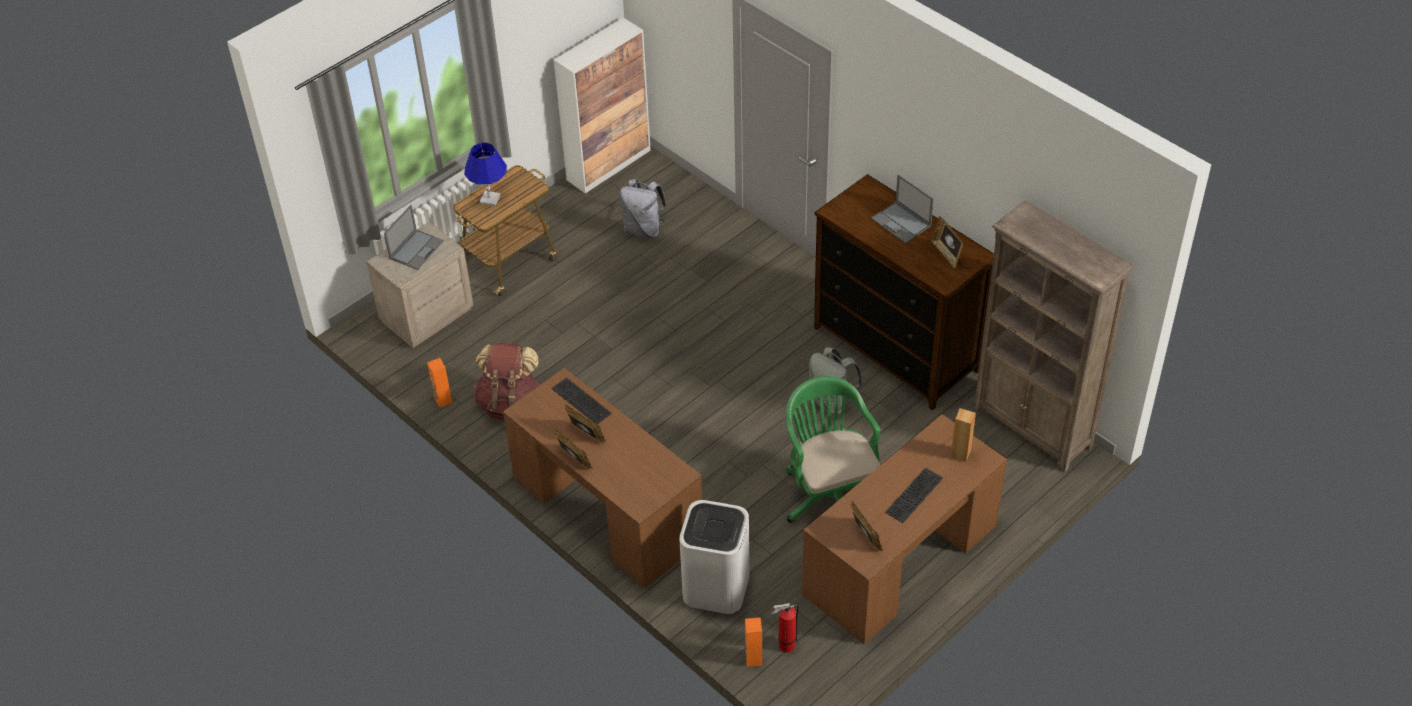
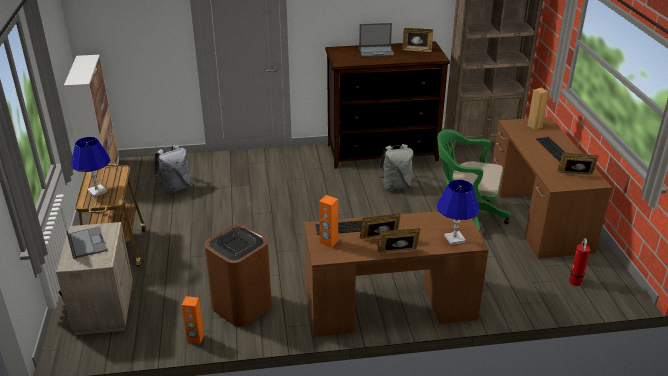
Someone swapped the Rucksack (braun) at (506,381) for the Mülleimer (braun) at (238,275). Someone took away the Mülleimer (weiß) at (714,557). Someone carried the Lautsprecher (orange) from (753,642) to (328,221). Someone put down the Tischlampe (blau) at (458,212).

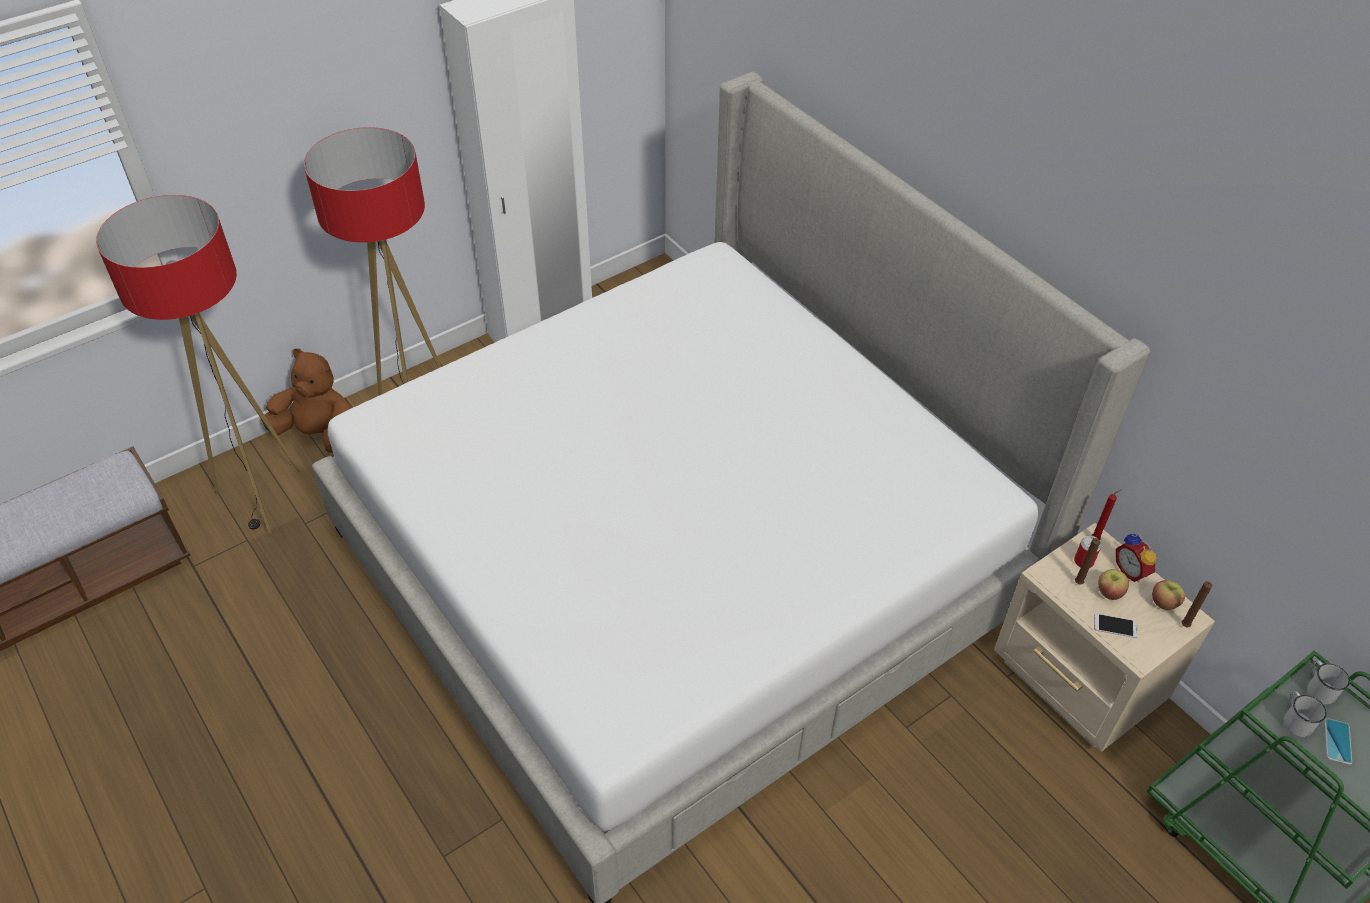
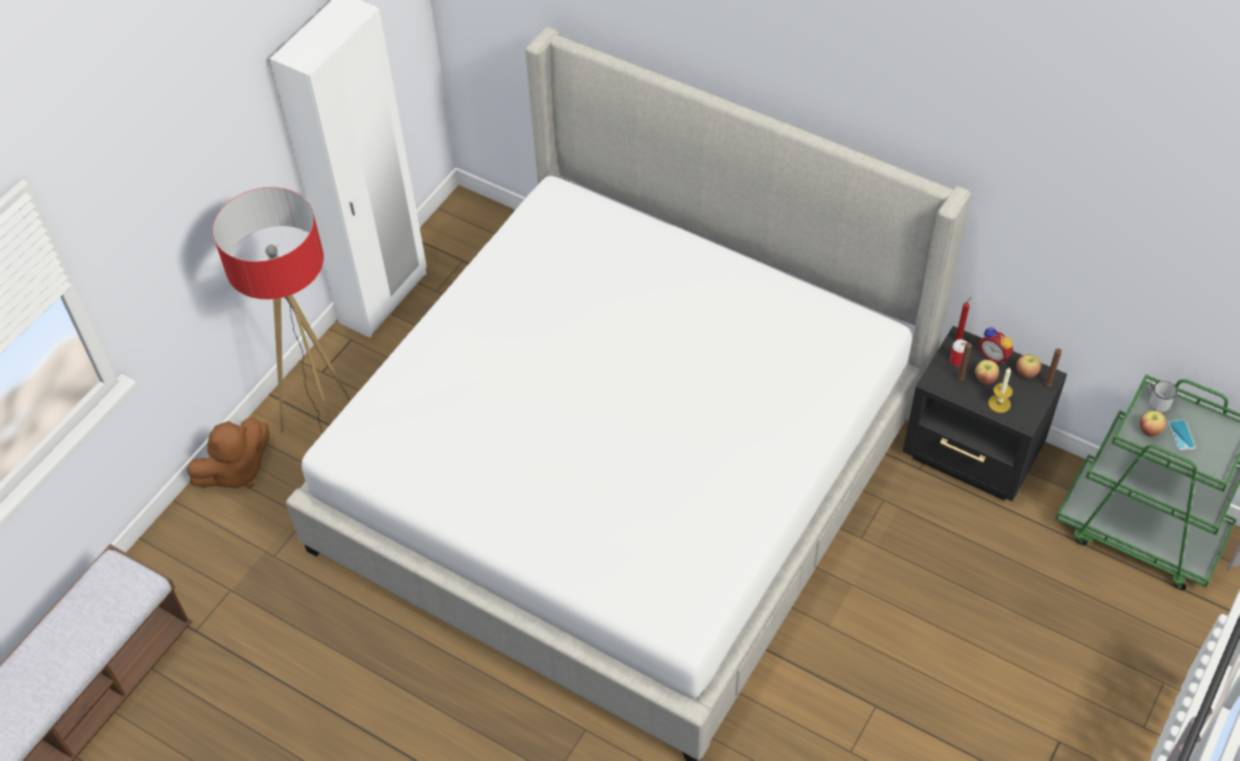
Someone took away the Stehlampe at (198,364). Someone rotated the Plüschtier (braun) at (306,401) by 150 degrees clockwise. Someone repainted the Nachttisch (beige) at (1104,637), which became the Nachttisch (schwarz) at (985,413). Someone swapped the Handy at (1116,625) for the Kerze at (1000,390). Someone swapped the Henkelbecher (weiß) at (1305,714) for the Apfel at (1153,423).

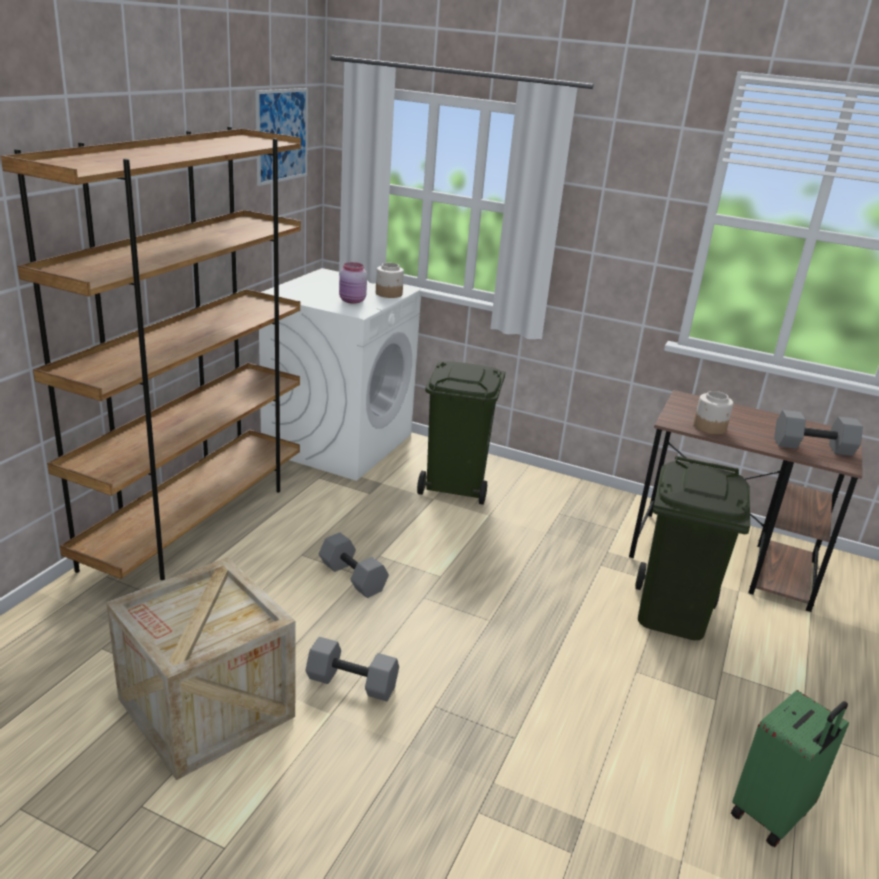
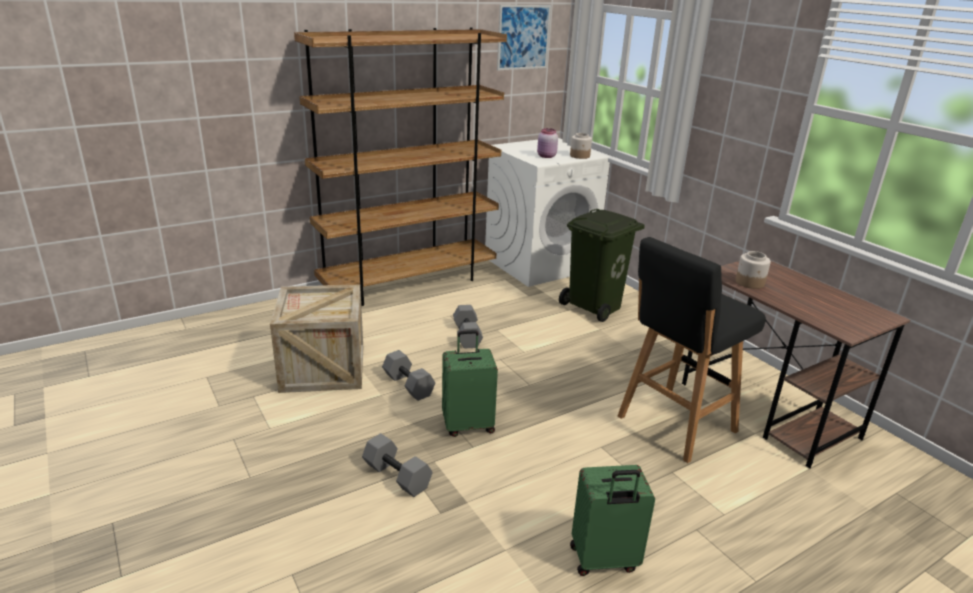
Someone carried the Hantel (grau) from (818,433) to (397,465). Someone swapped the Mülleimer (grün) at (692,548) for the Hocker (schwarz) at (692,350). Someone put down the Koffer (grün) at (470,383).

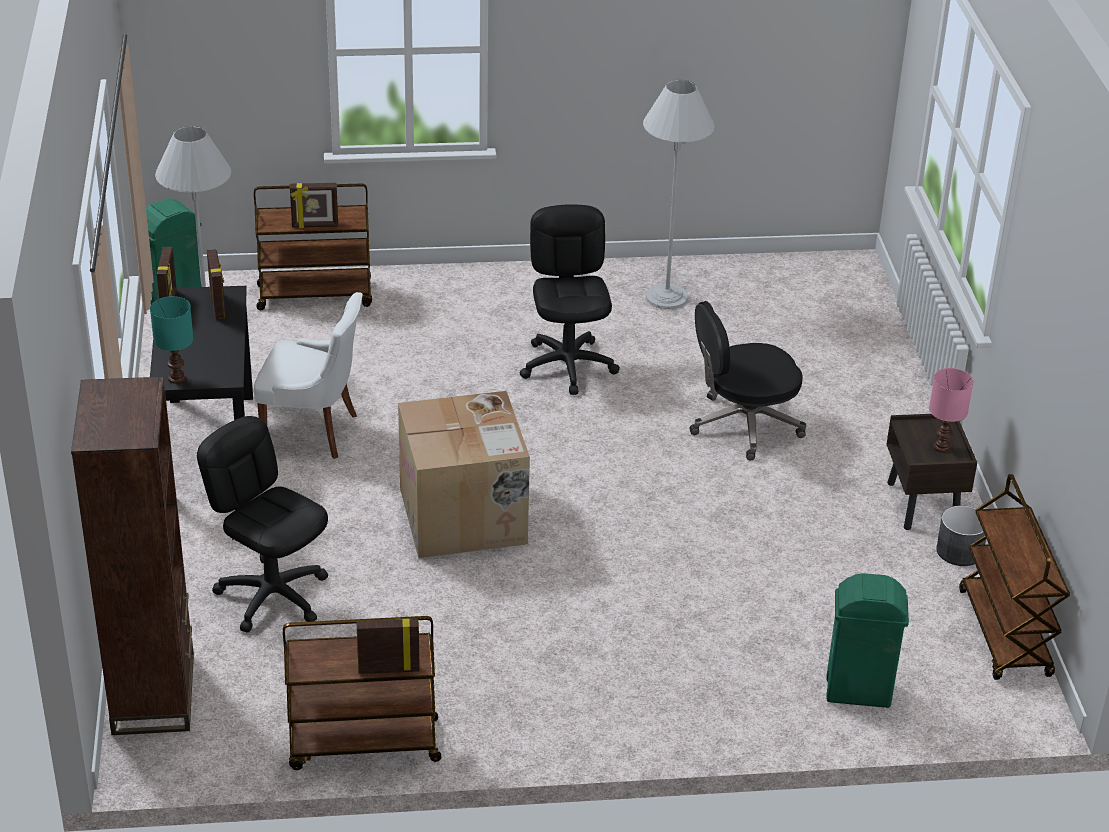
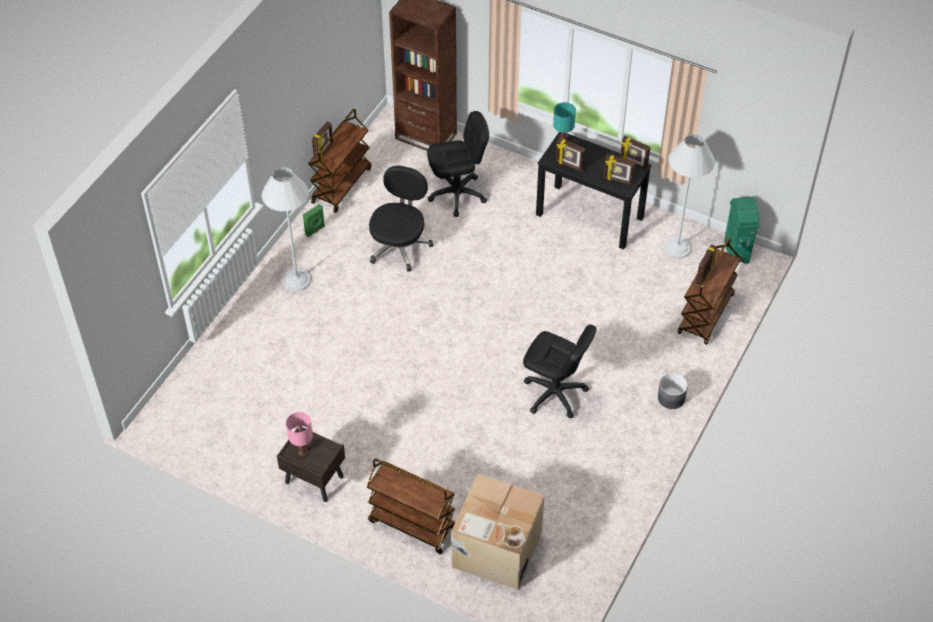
Someone carried the Stehlampe (weiß) from (679,194) to (286,229). Someone took away the Stuhl (weiß) at (308,375). Someone carried the Bürostuhl (schwarz) from (748,380) to (401,218). Someone carried the Karton from (464,474) to (498,532). Someone carried the Rollwagen (braun) from (1014,577) to (410,506). Someone carried the Pflanzkübel (grau) from (961,535) to (673,391). Someone took away the Mülleimer (grün) at (867,640). Someone put down the Bilderrahmen at (570,155). Someone put down the Lautsprecher (grün) at (314,220).

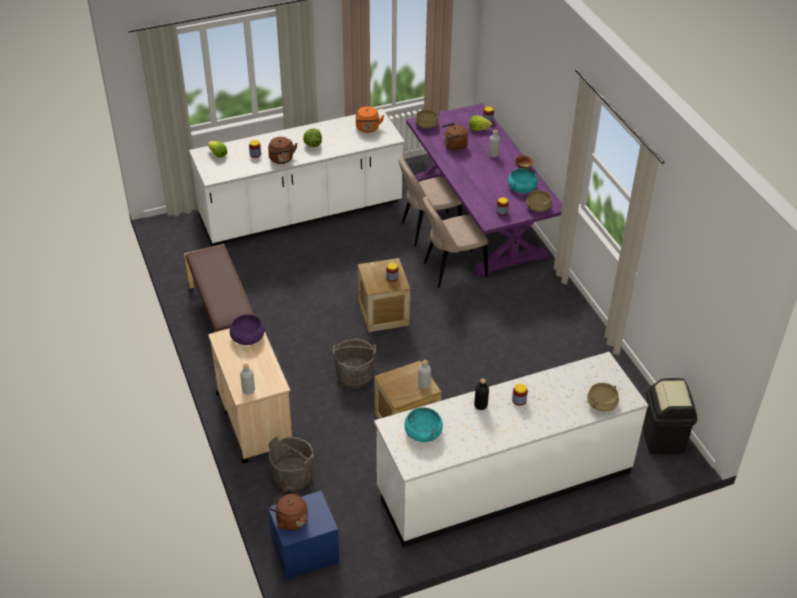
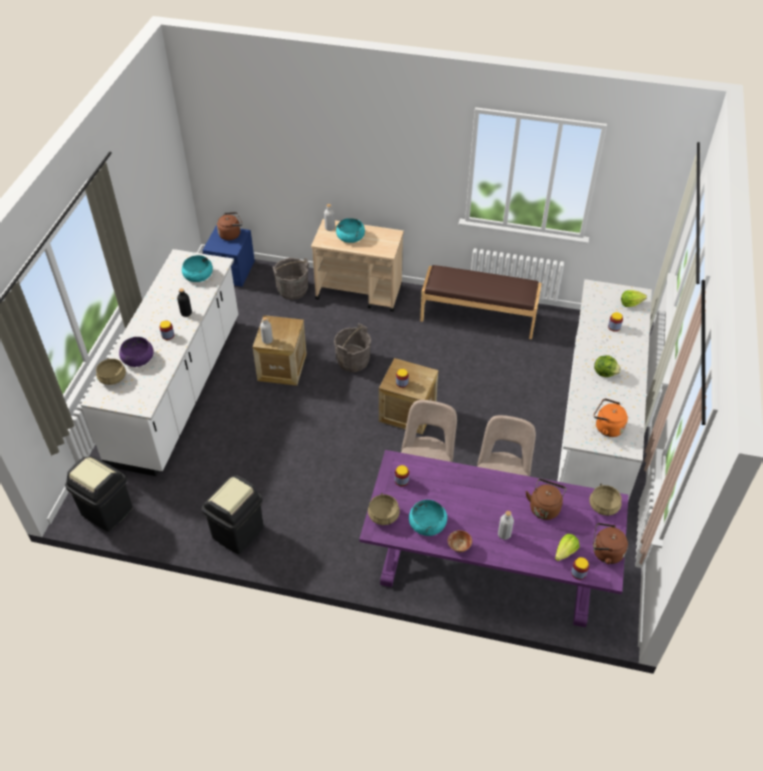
Someone carried the Wasserkessel (braun) from (282,150) to (610,543). Someone carried the Schüssel (lila) from (247,329) to (136,352). Someone put down the Schüssel (türkis) at (350,230). Someone put down the Mülleimer (schwarz) at (233,514).

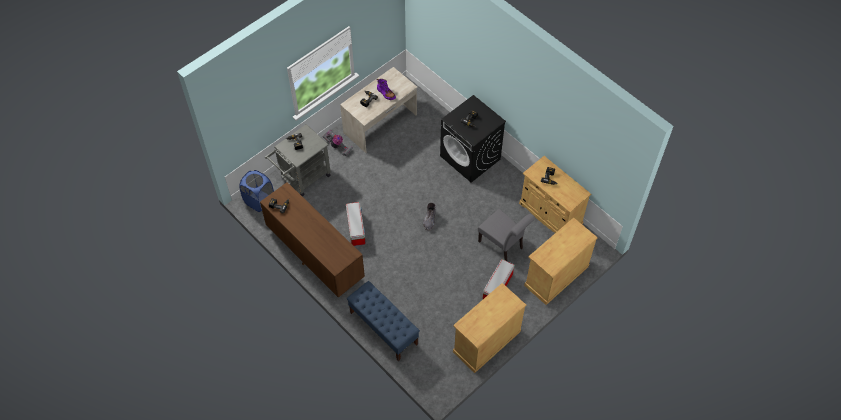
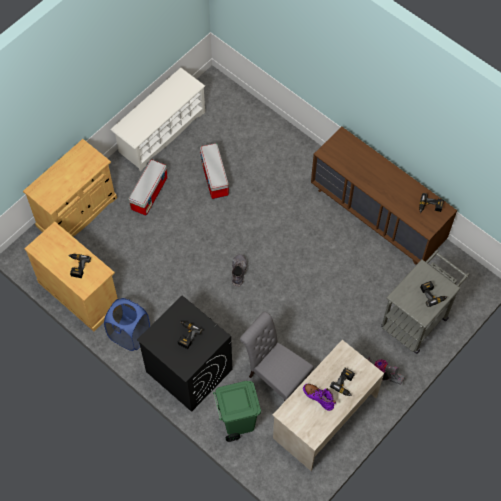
Someone carried the Wäschekorb (blau) from (256,191) to (127,324). Someone carried the Aufbewahrungsbox from (356,224) to (214,171). Someone carried the Stuhl (grau) from (506,235) to (277,356). Someone took away the Bank (blau) at (383,321). Someone swapped the Schrank (beige) at (489,328) for the Schuhregal (weiß) at (158,119). Someone put down the Mülleimer (grün) at (237,411).

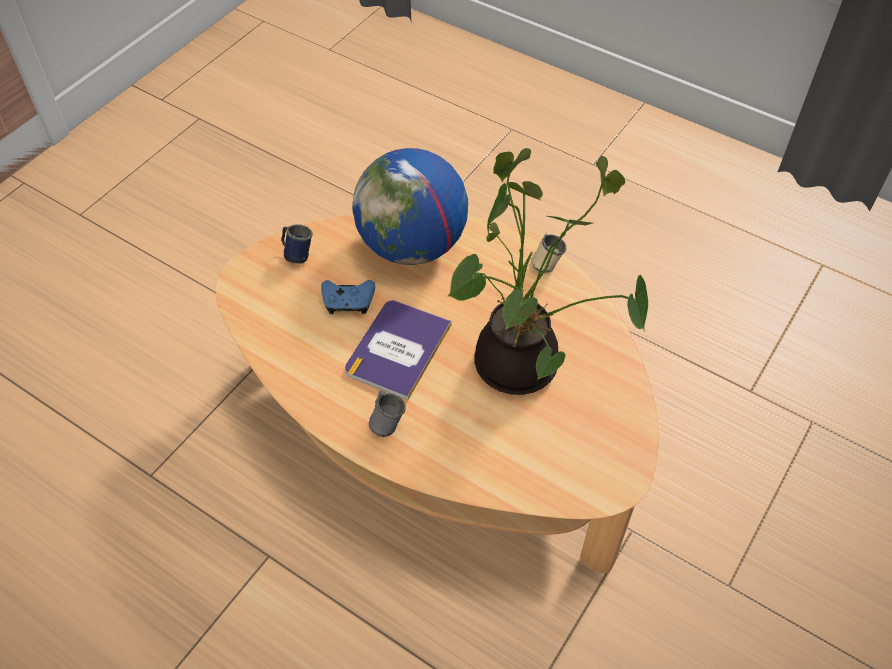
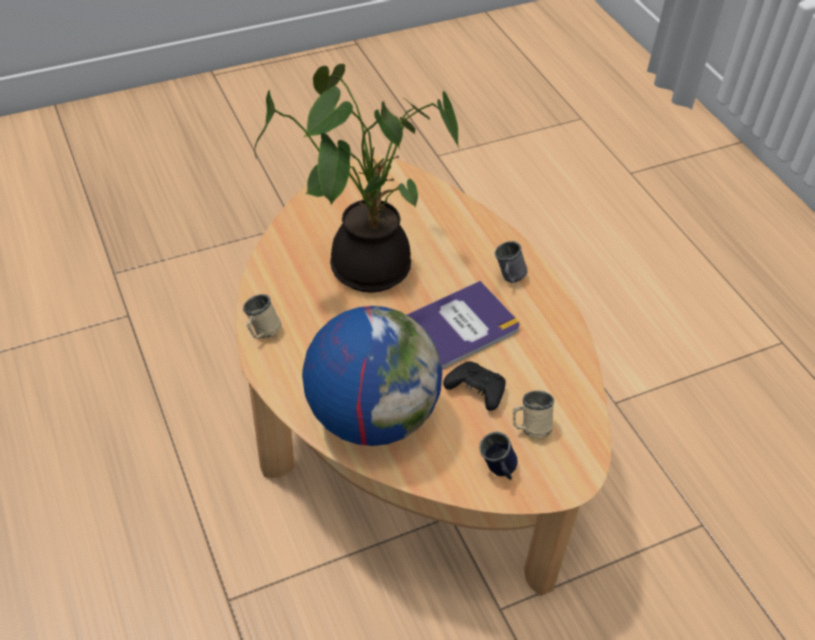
Someone repainted the Gamepad (blau) at (348,297), which became the Gamepad (schwarz) at (474,386). Someone put down the Henkelbecher (beige) at (533,414).

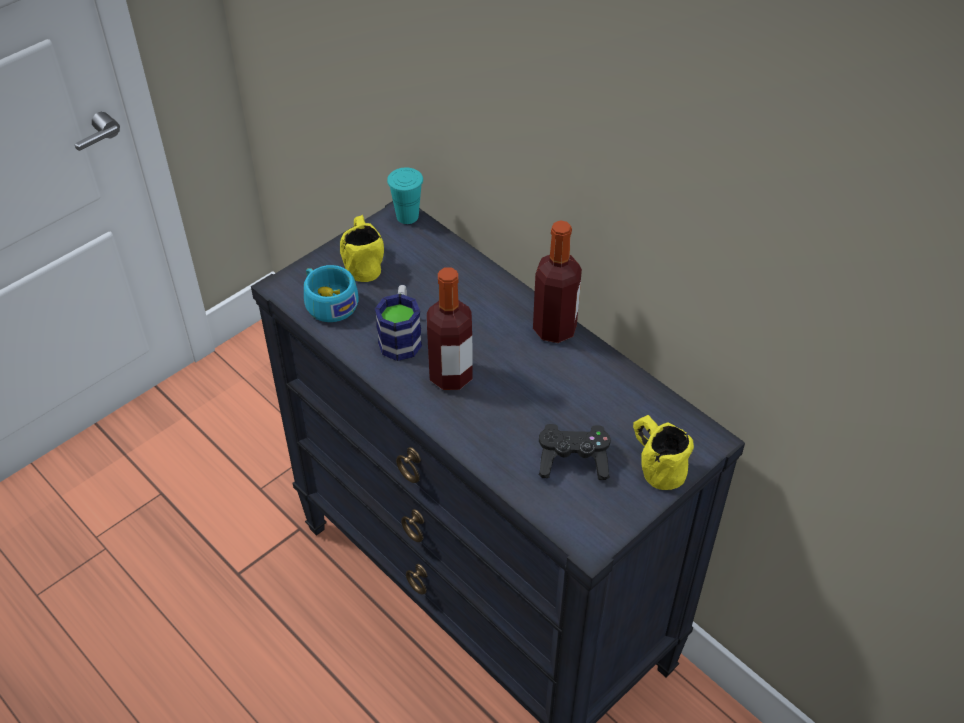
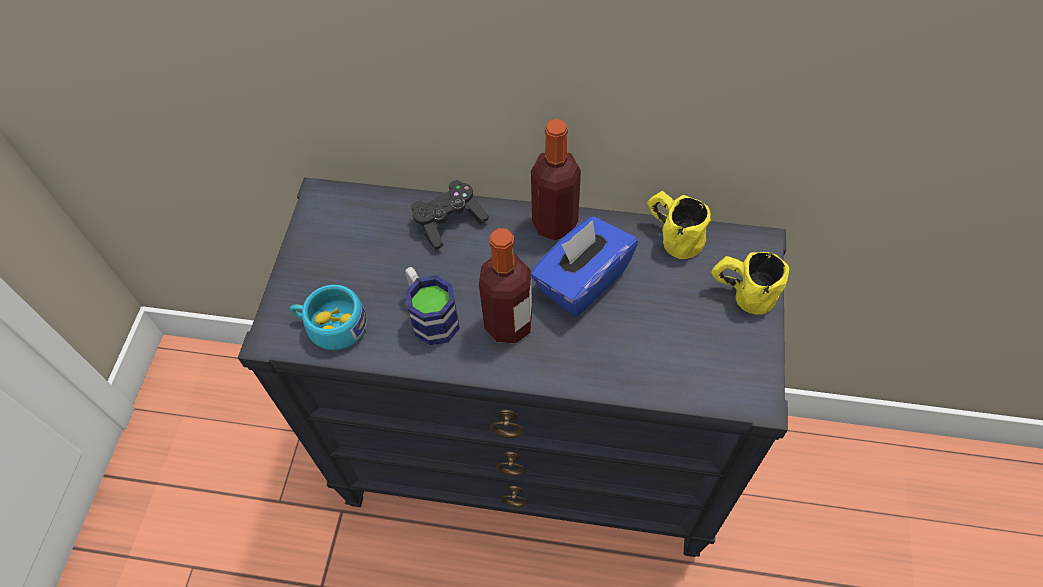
Someone took away the Tasse (türkis) at (405,196). Someone carried the Henkelbecher (gelb) from (362,248) to (679,225). Someone carried the Gamepad (schwarz) from (575,452) to (450,215). Someone put down the Taschentuchbox (blau) at (584,266).

